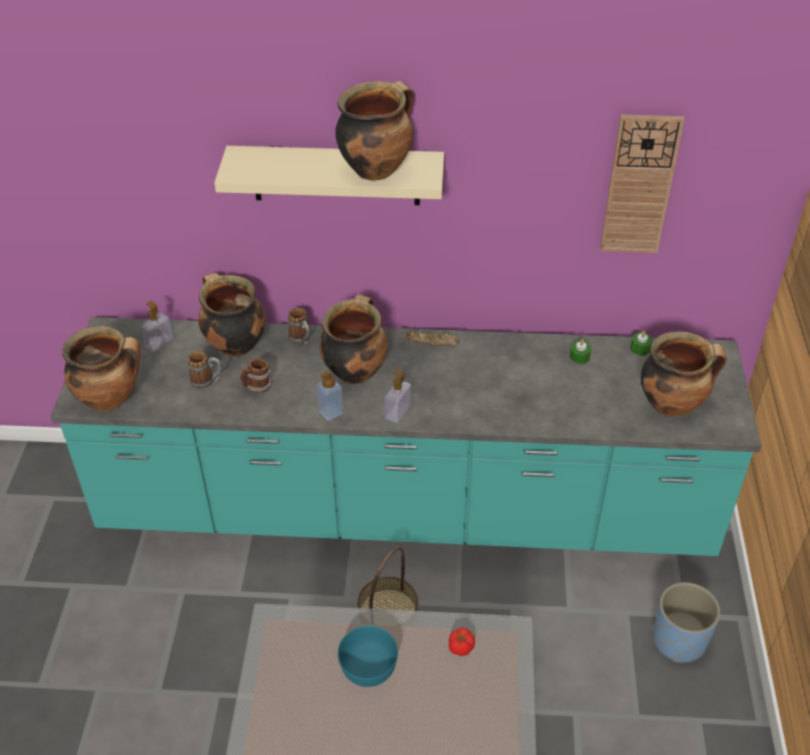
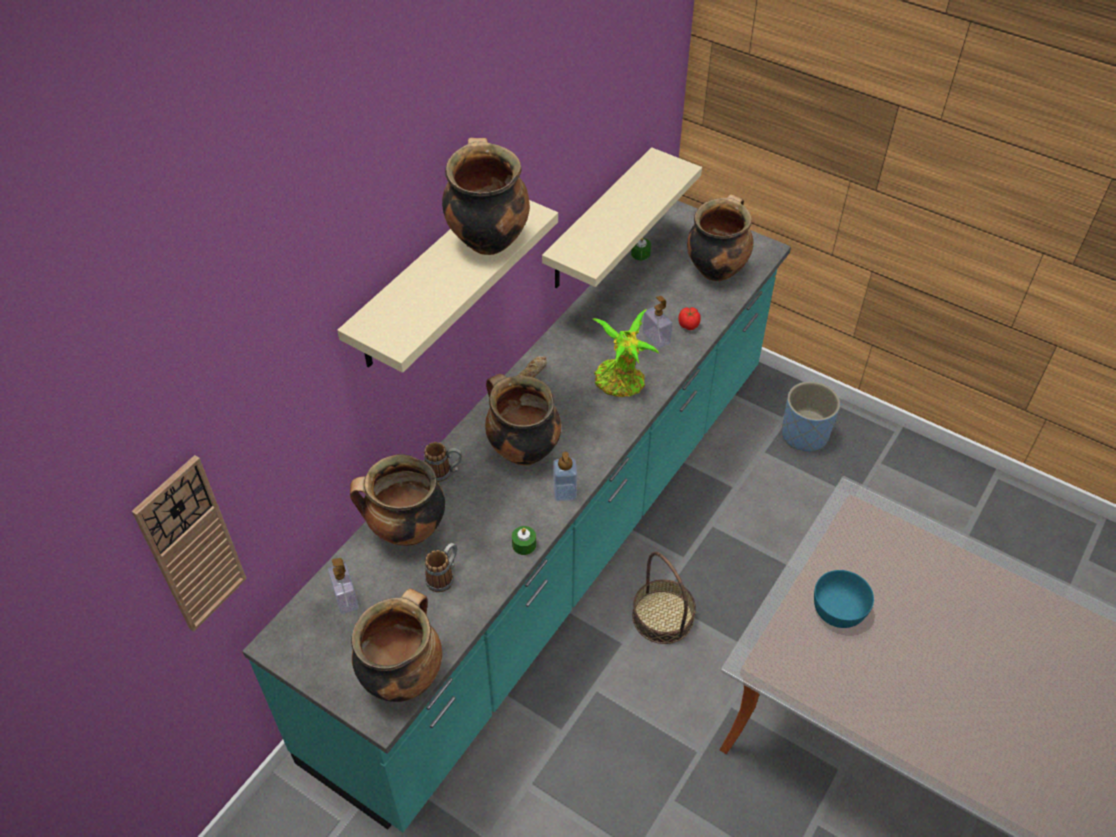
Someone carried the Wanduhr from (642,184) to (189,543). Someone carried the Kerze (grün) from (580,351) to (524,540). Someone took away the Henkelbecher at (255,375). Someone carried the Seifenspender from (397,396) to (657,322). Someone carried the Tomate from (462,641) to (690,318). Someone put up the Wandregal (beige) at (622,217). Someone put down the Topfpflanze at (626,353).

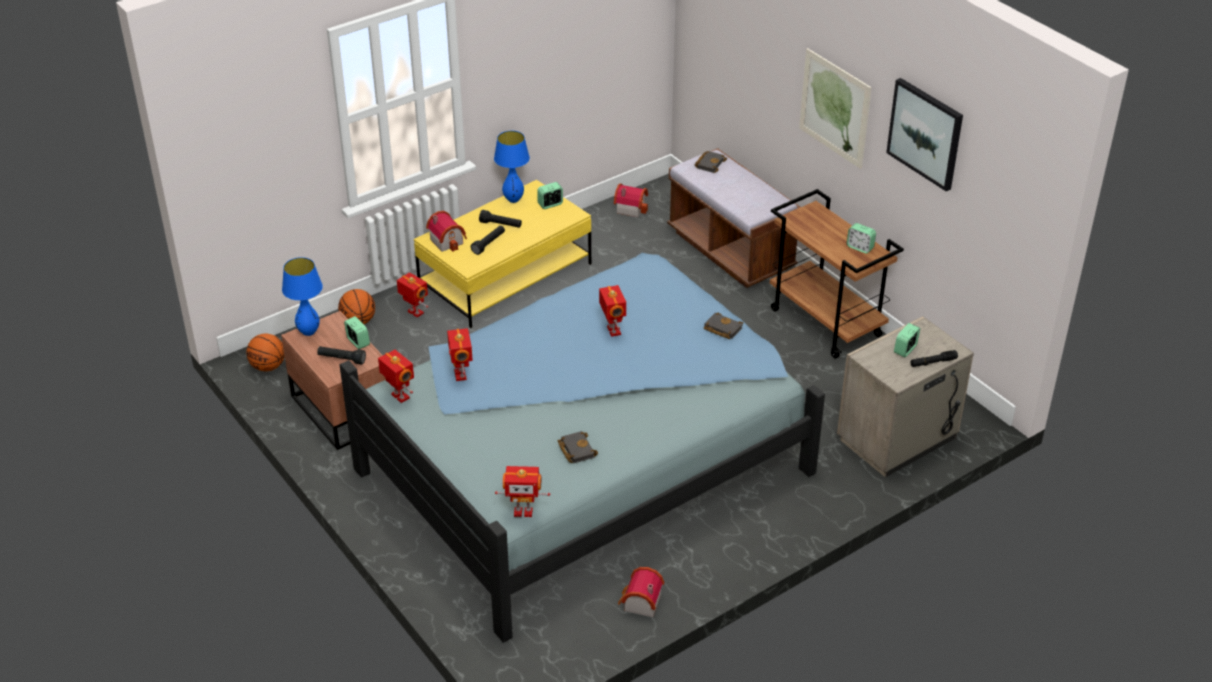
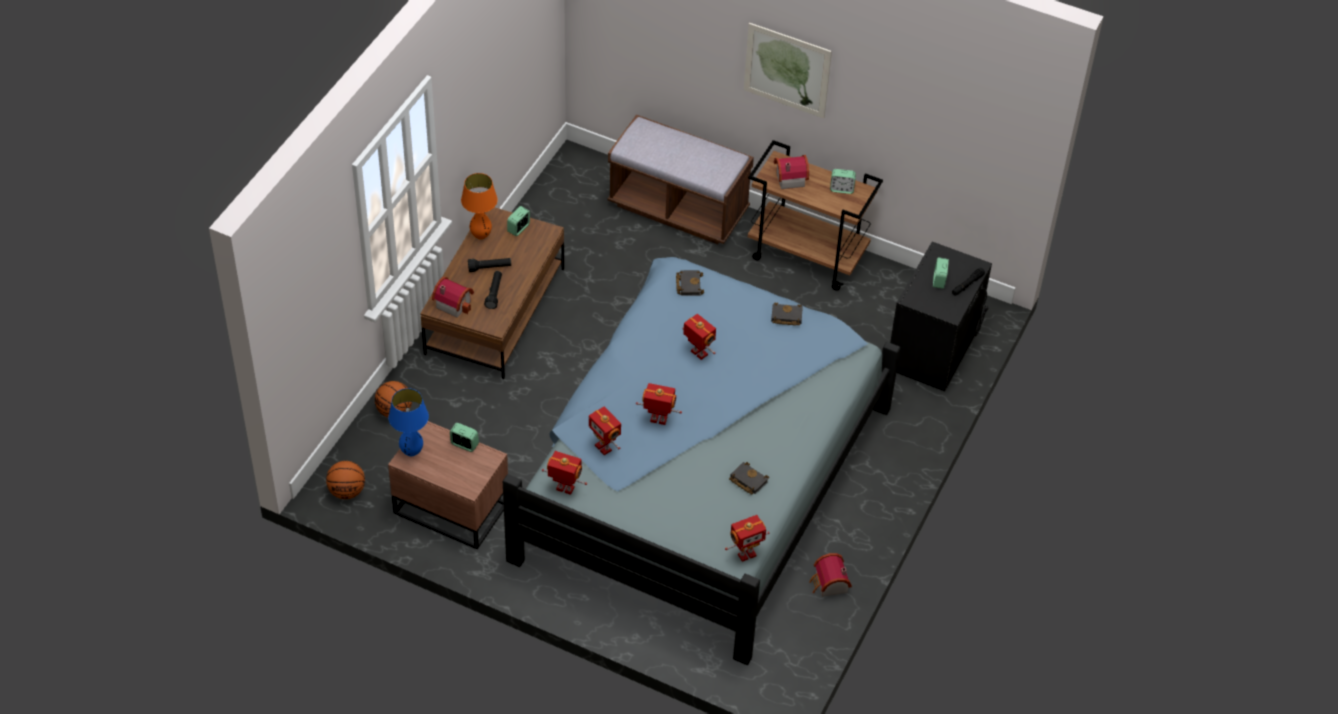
Someone took away the Bild at (924,134). Someone repainted the Tischlampe (blau) at (512,167), which became the Tischlampe (orange) at (479,206). Someone carried the Buch (schwarz) from (711,162) to (690,283). Someone repainted the Couchtisch (gelb) at (502,254), which became the Couchtisch (braun) at (492,293). Someone carried the Spielzeughaus from (631,200) to (791,172). Someone carried the Spielzeugroboter from (413,295) to (659,404). Someone repainted the Nachttisch (beige) at (905,396), which became the Nachttisch (schwarz) at (941,316). Someone took away the Taschenlampe (schwarz) at (341,355).

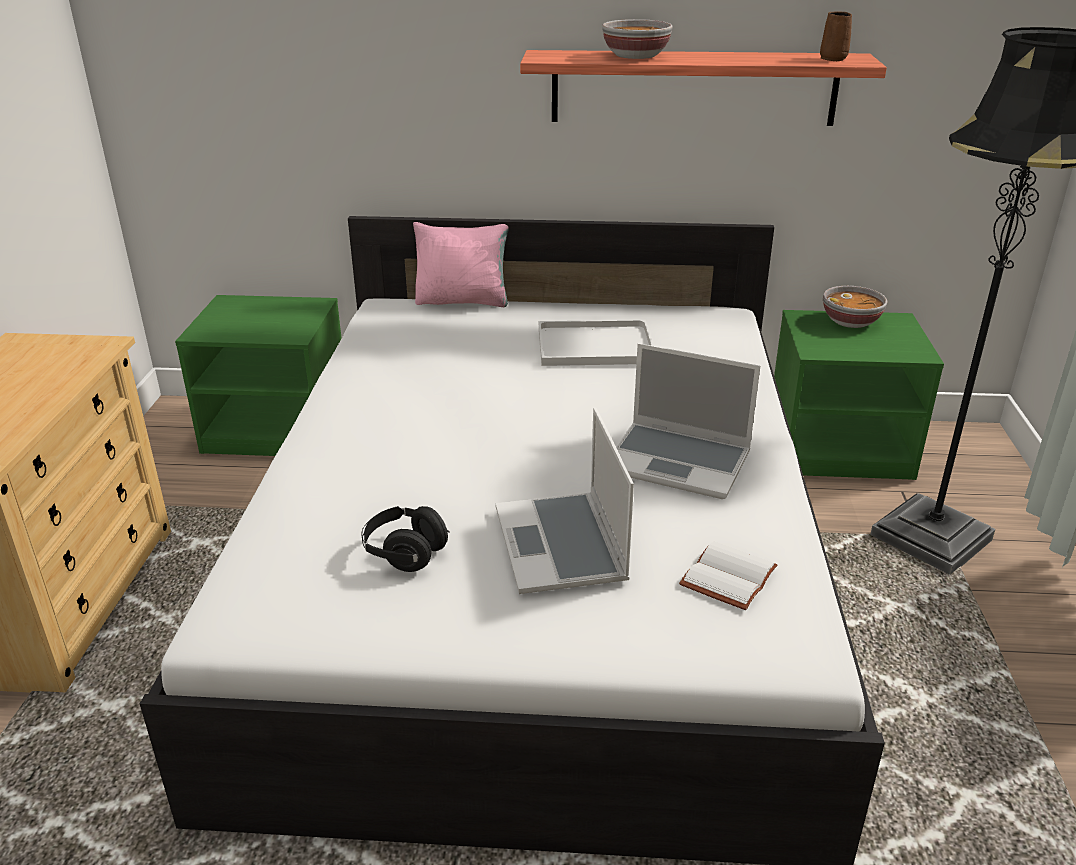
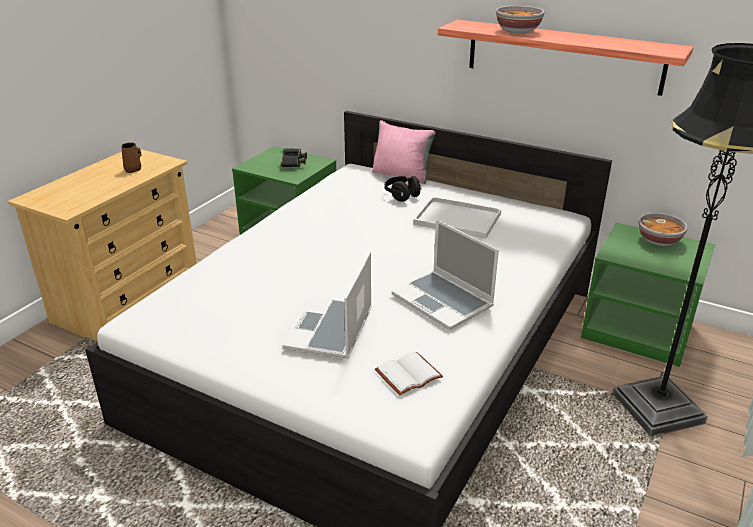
Someone carried the Henkelbecher (braun) from (836,36) to (131,157). Someone carried the Kopfhörer (schwarz) from (405,539) to (403,189). Someone put down the Fernglas (schwarz) at (294,157).

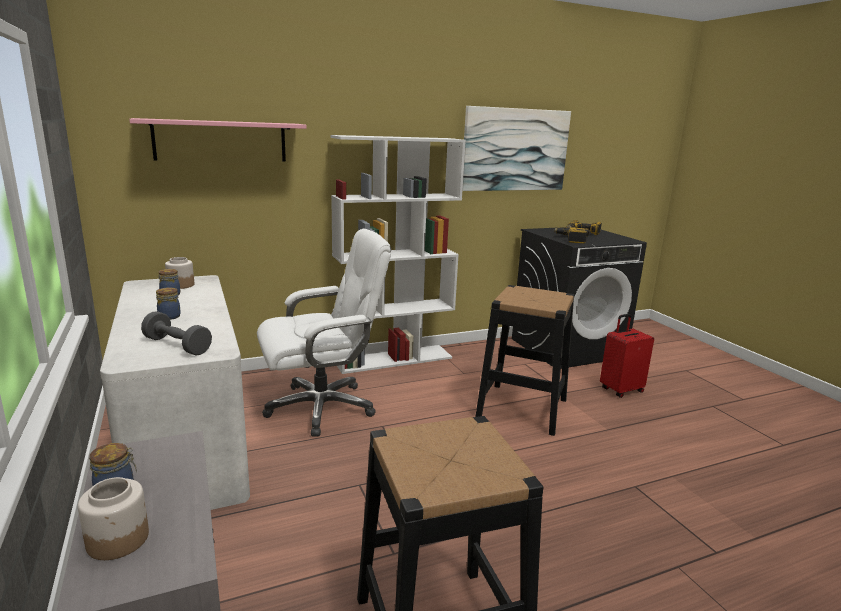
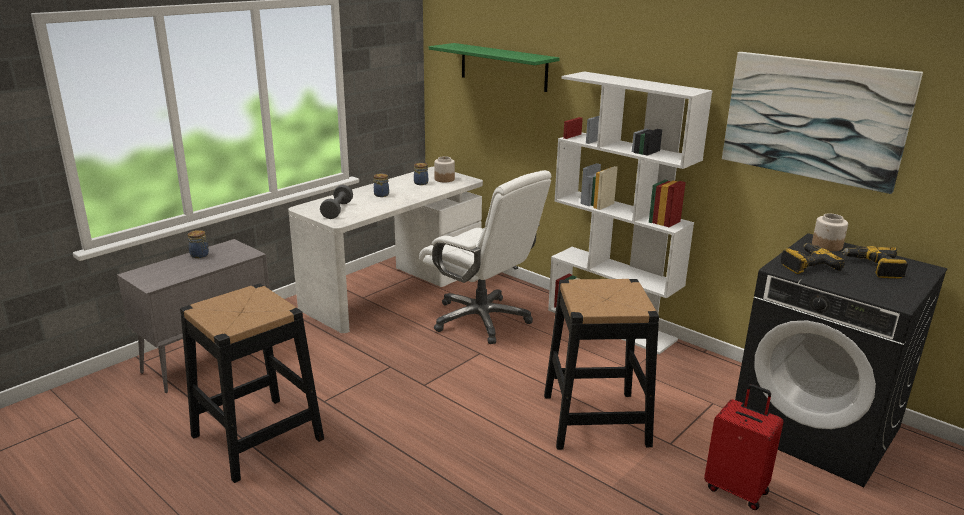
Someone repainted the Wandregal (rosa) at (218,140), which became the Wandregal (grün) at (494,67). Someone carried the Vorratsglas from (113,518) to (830,232).

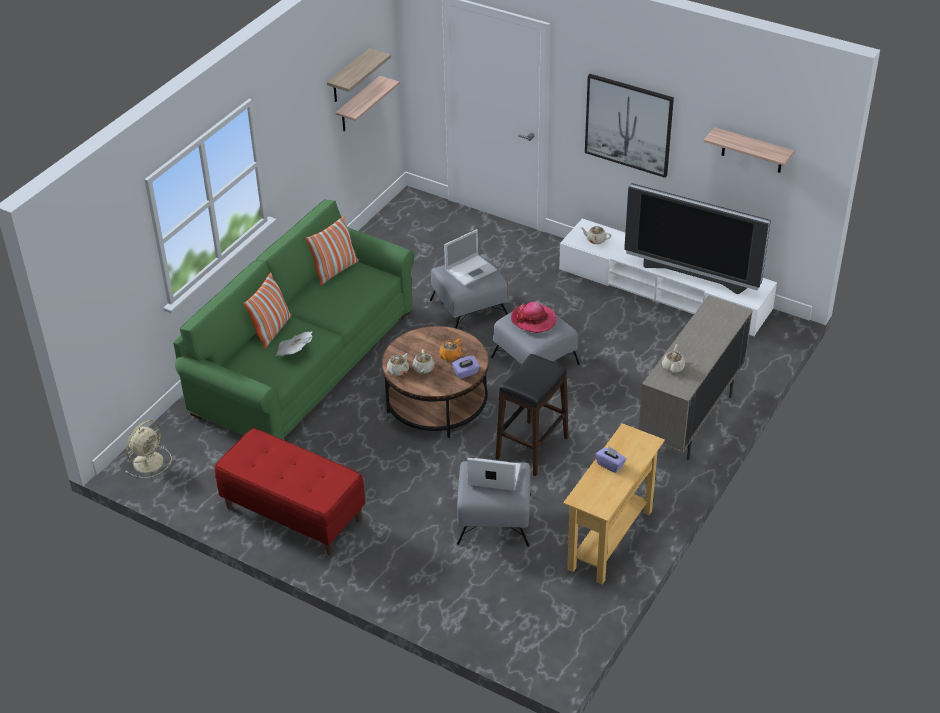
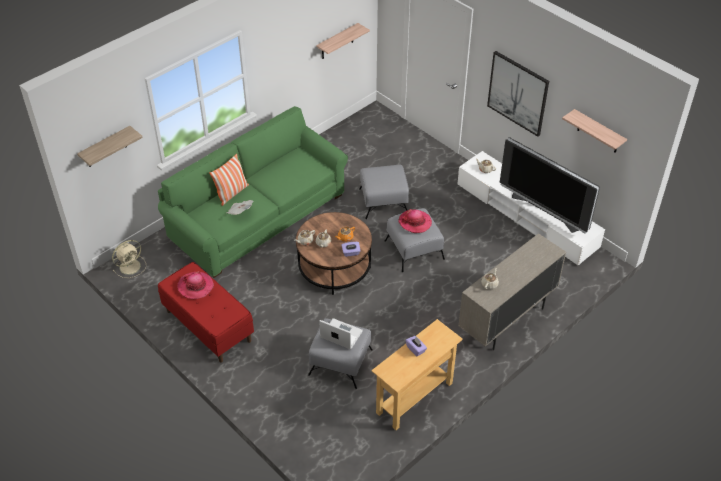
Someone carried the Wandregal from (359,75) to (110,146). Someone took away the Kissen at (332,250). Someone took away the Laptop at (470,257). Someone took away the Hocker (schwarz) at (532,415). Someone put down the Hut at (195,285).

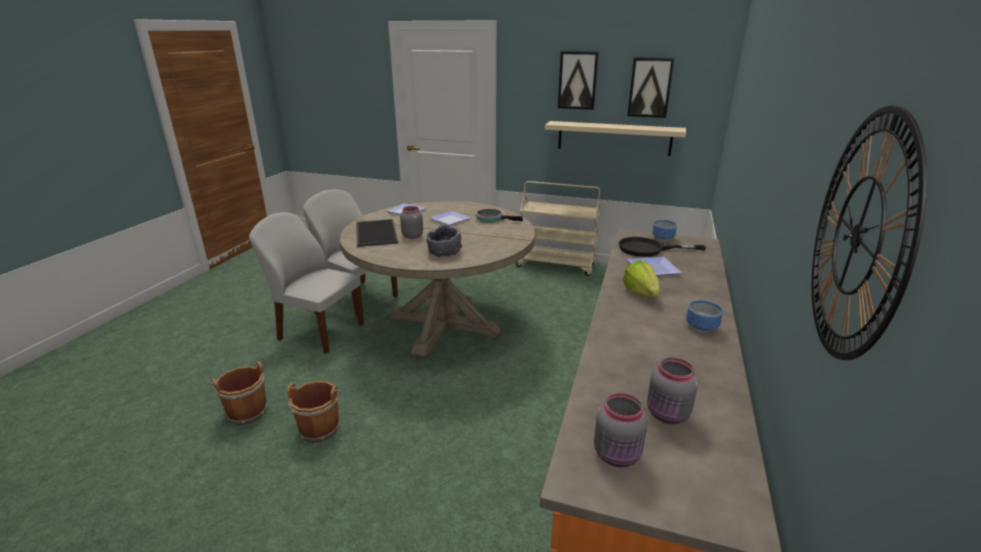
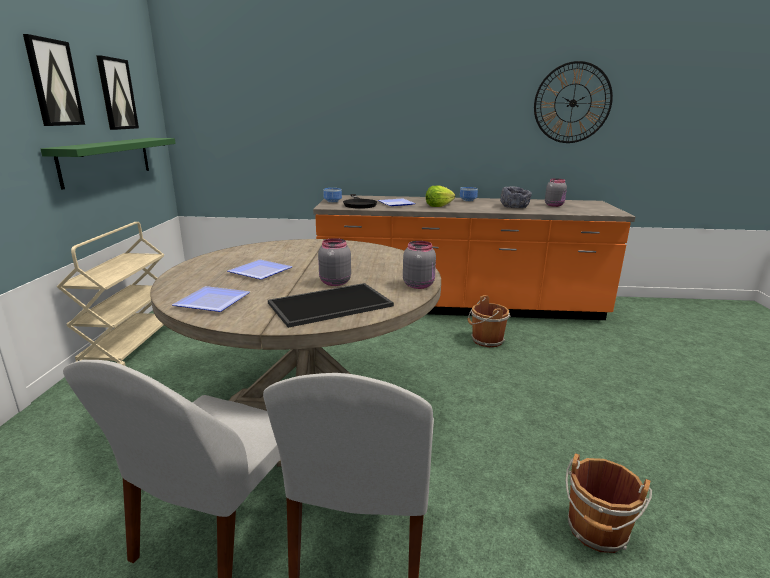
Someone repainted the Wandregal (beige) at (615,138), which became the Wandregal (grün) at (108,164). Someone took away the Pfanne at (499,215). Someone carried the Schüssel (grau) from (444,241) to (516,197). Someone carried the Eimer (braun) from (314,411) to (489,321). Someone carried the Vorratsglas (grau) from (620,430) to (419,265).

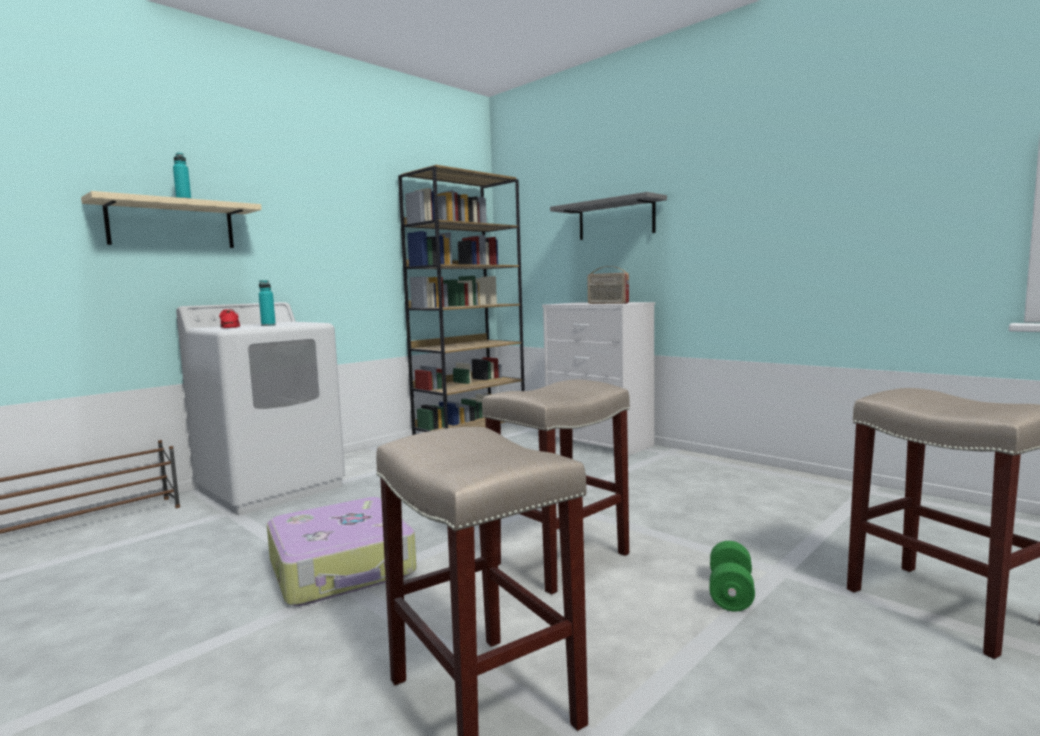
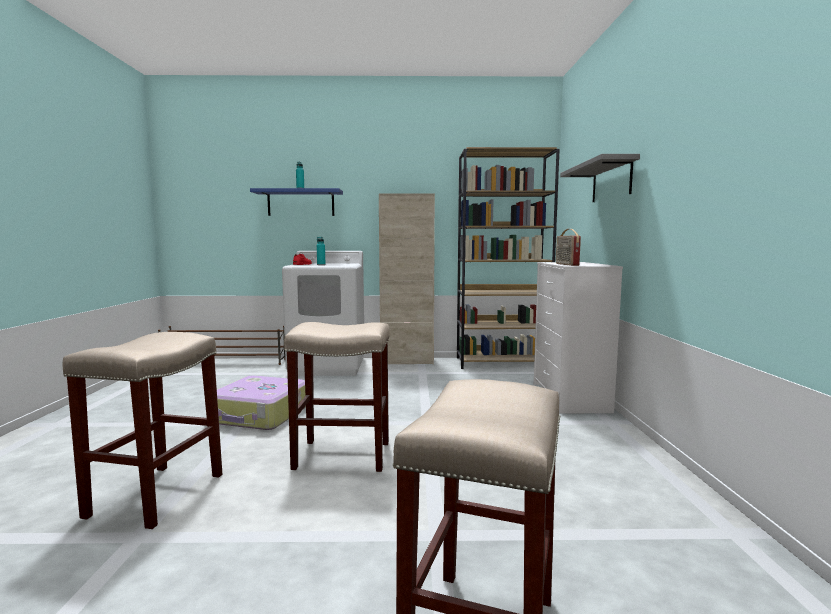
Someone repainted the Wandregal (beige) at (171,219), which became the Wandregal (blau) at (296,202). Someone took away the Hantel (grün) at (732,576). Someone put down the Schrank (beige) at (407,279).

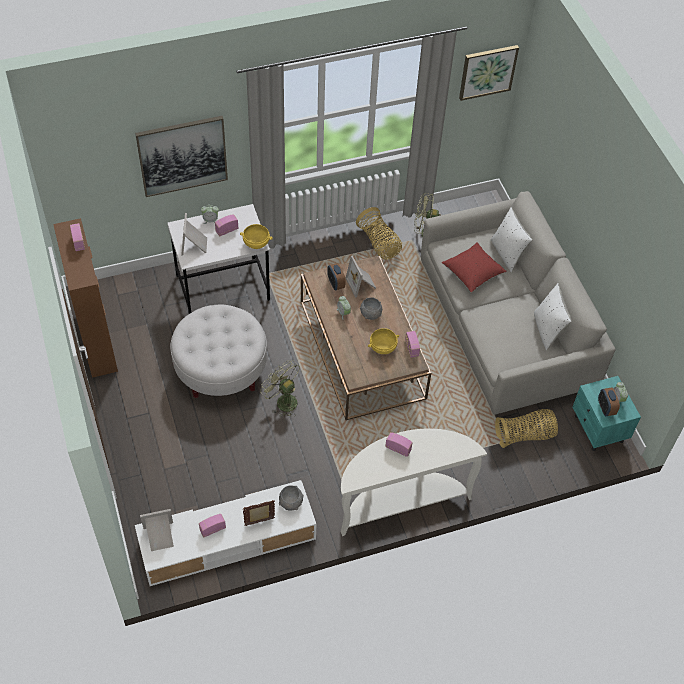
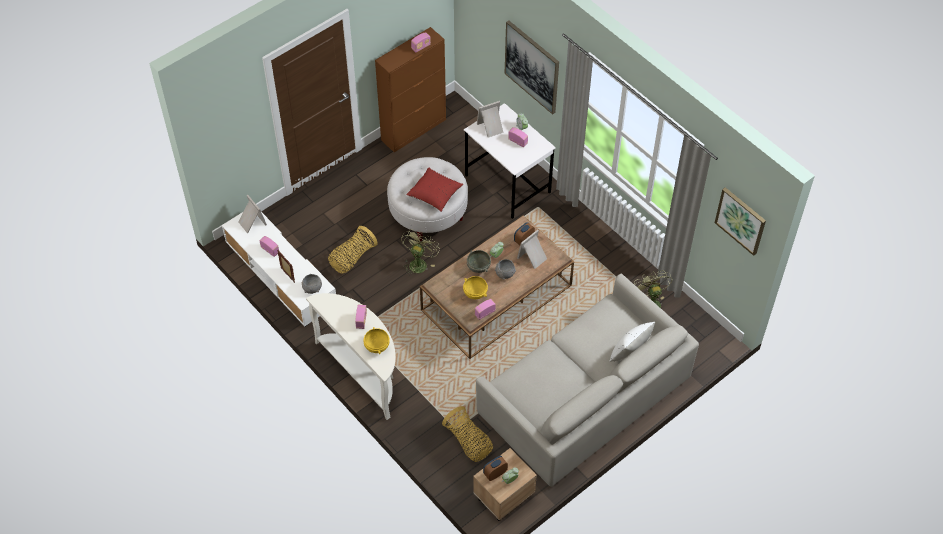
Someone carried the Korb from (379,233) to (353,250). Someone carried the Schüssel (gelb) from (256,236) to (377,340). Someone carried the Kissen (rot) from (474,267) to (434,189). Someone took away the Kissen (weiß) at (552,317). Someone repainted the Nachttisch (türkis) at (606,413), which became the Nachttisch (beige) at (505,484). Someone put down the Schüssel (grau) at (479,261).

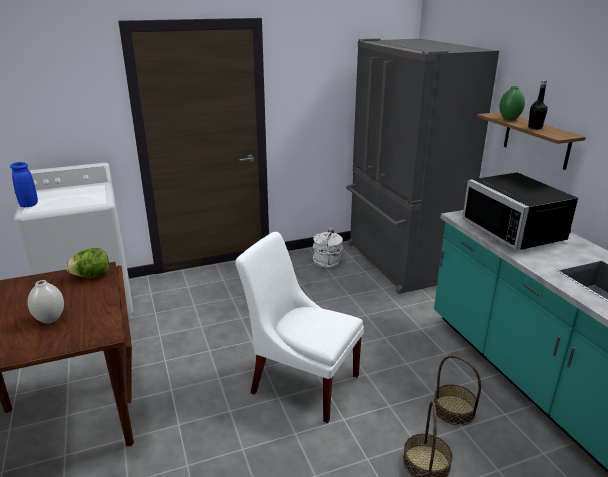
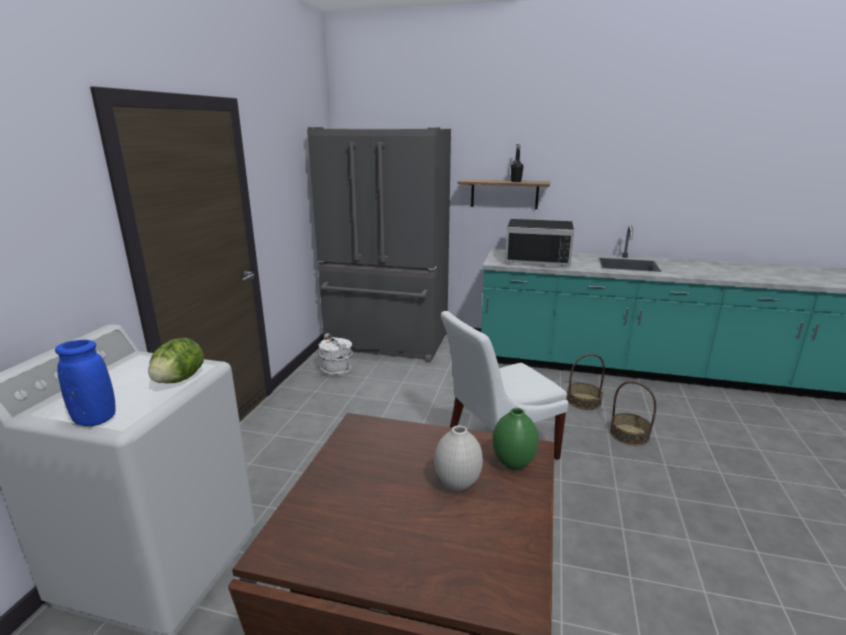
Someone carried the Vase (grün) from (512,103) to (515,439). Someone carried the Salatkopf from (87,263) to (176,361).

